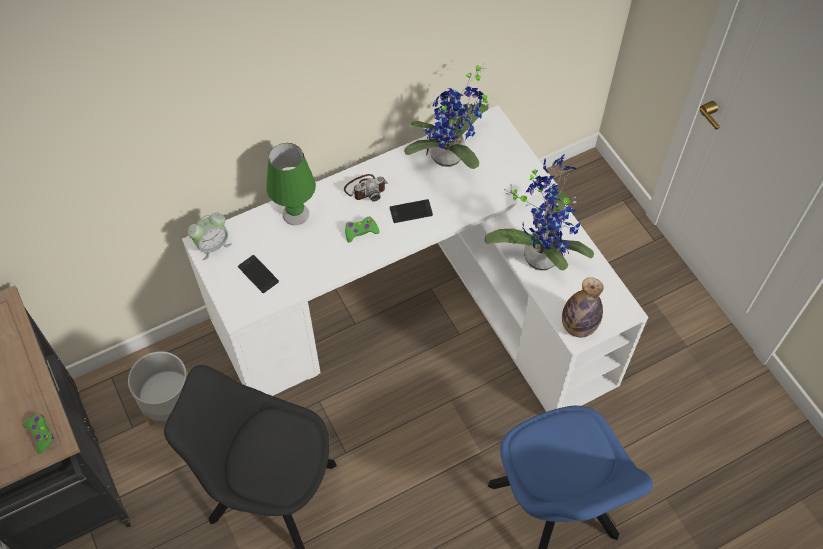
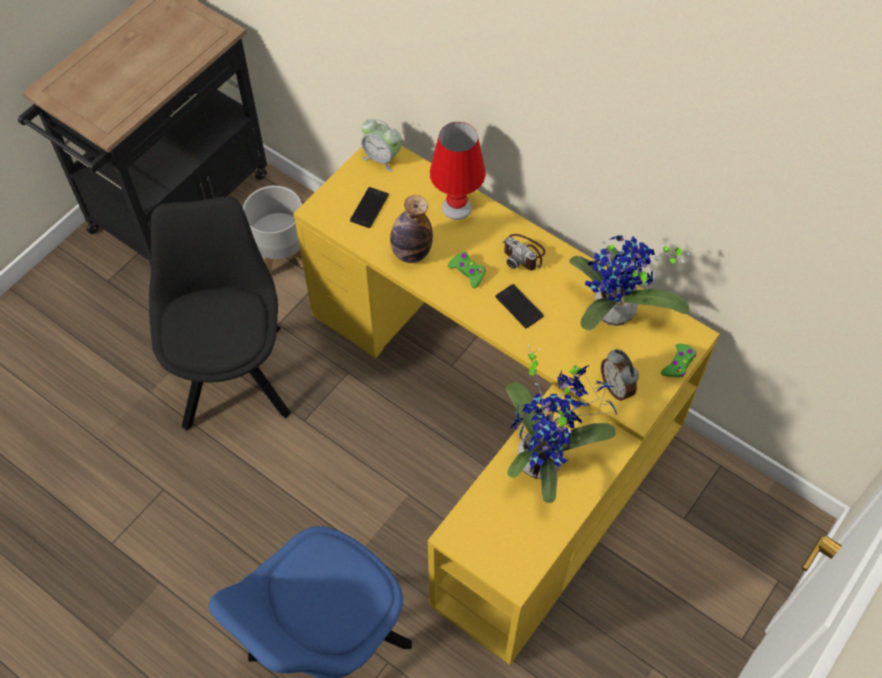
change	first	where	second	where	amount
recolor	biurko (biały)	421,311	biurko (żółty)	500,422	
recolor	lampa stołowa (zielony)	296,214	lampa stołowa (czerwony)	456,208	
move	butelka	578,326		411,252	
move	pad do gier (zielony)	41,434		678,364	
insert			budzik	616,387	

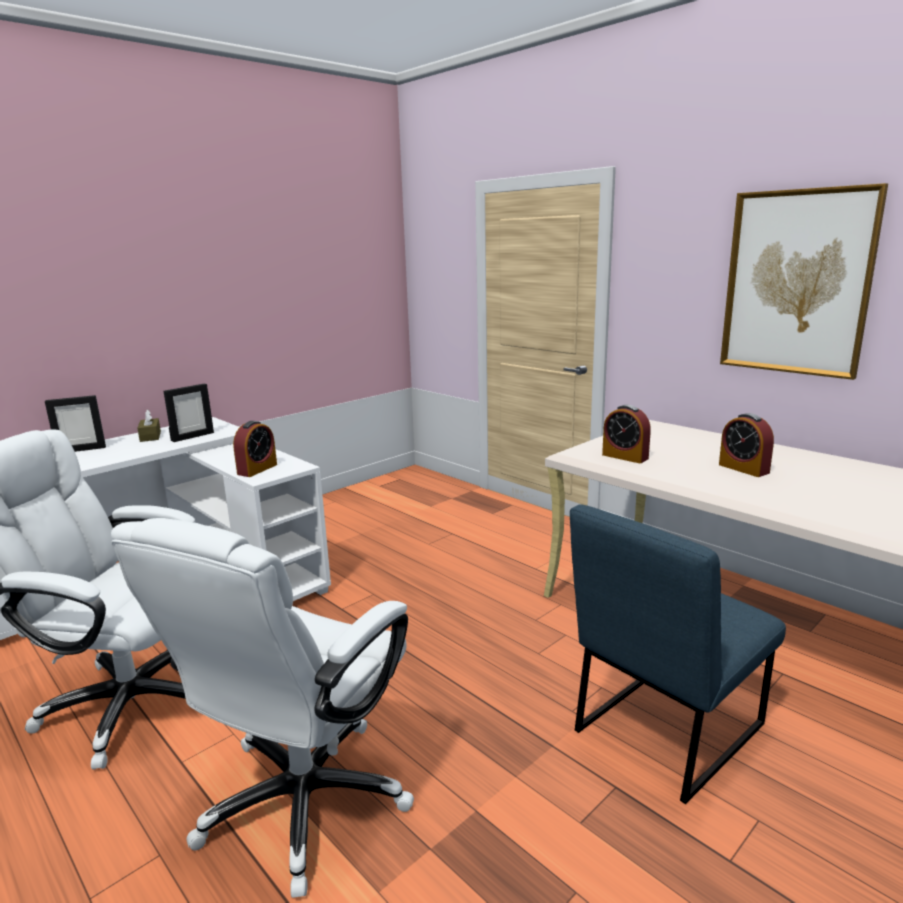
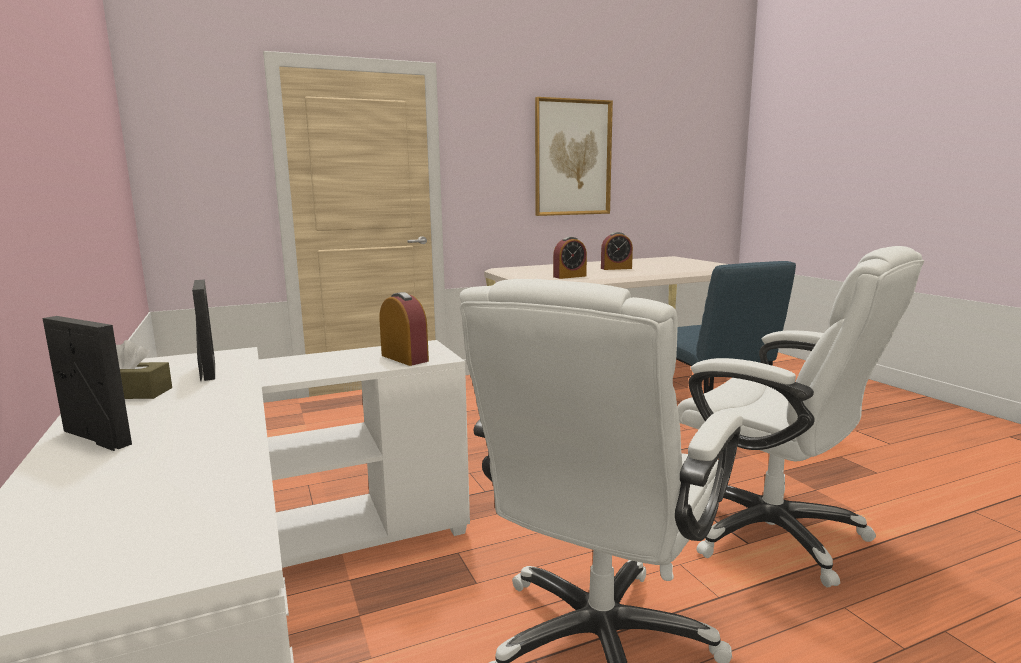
change	first	where	second	where	amount
rotate	ramka na zdjęcie	81,449		94,438	60 degrees counterclockwise

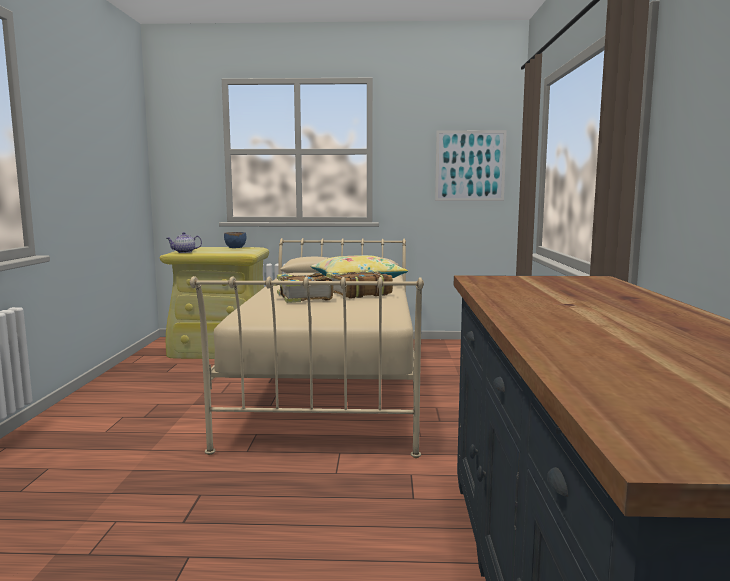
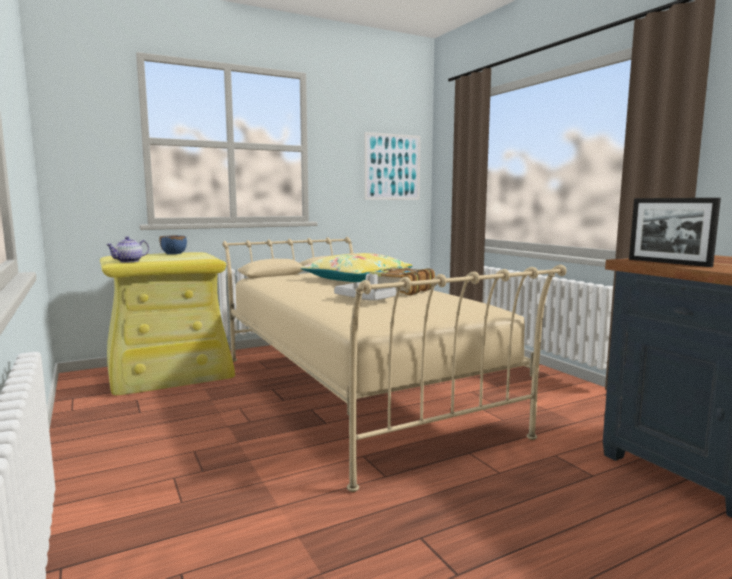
change	first	where	second	where	amount
replace	książka	303,298	taca (szary)	367,299	
insert			ramka na zdjęcie	668,263	

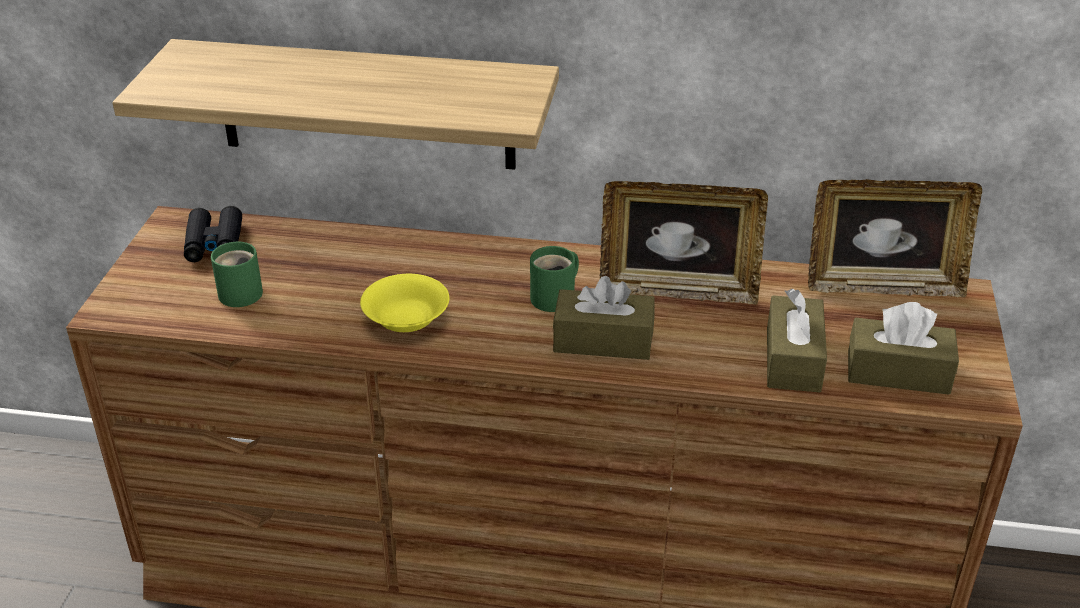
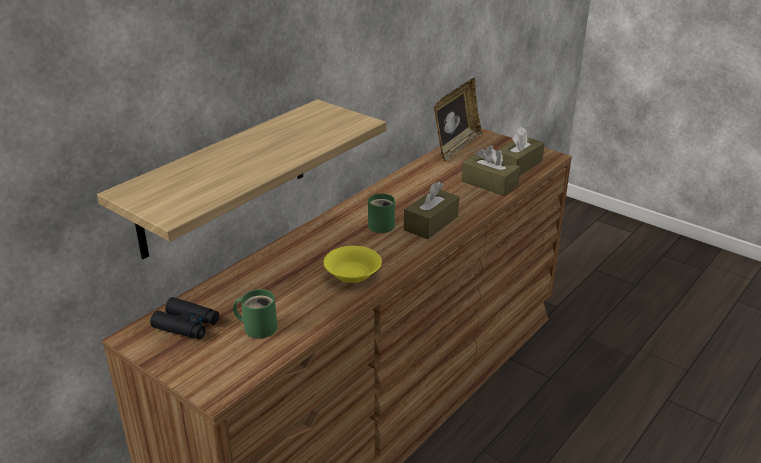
change	first	where	second	where	amount
delete	ramka na zdjęcie	678,290			

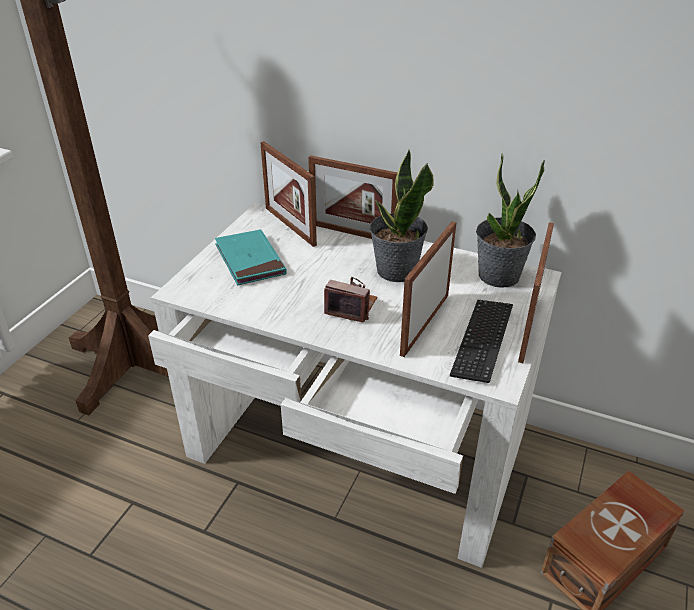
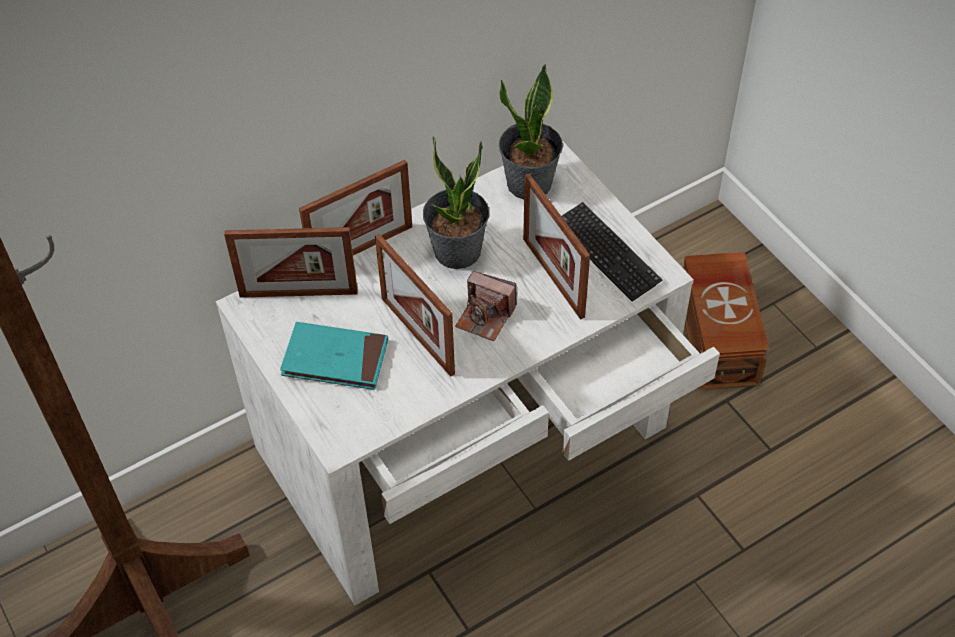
change	first	where	second	where	amount
move	ramka na zdjęcie	528,327		417,335	
rotate	aparat fotograficzny	351,307		485,317	120 degrees counterclockwise

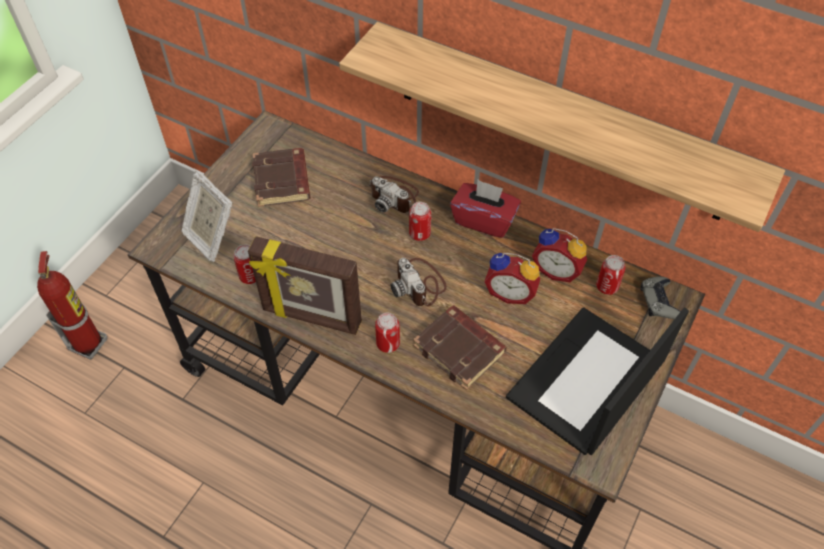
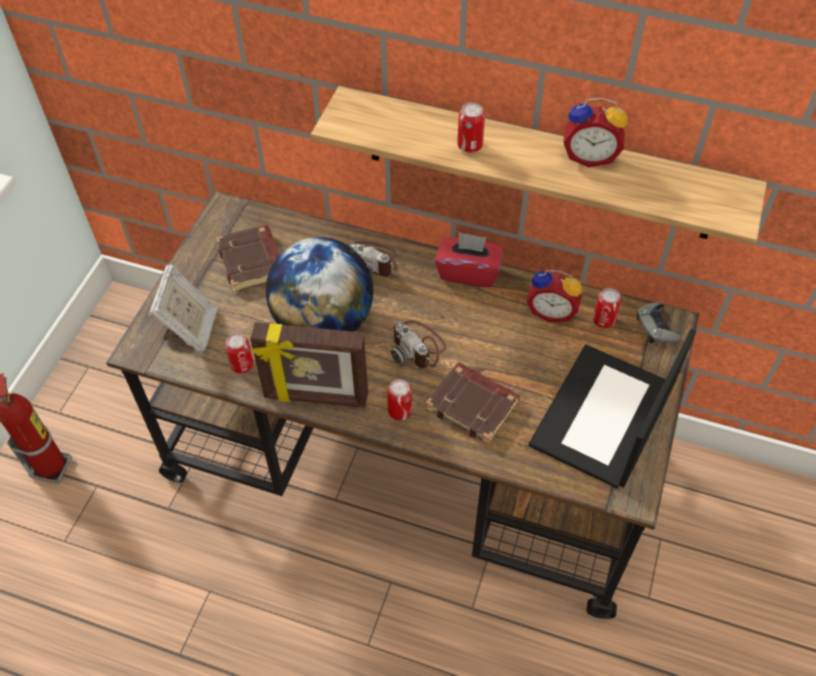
change	first	where	second	where	amount
rotate	ramka na zdjęcie	211,237		191,331	120 degrees counterclockwise
move	puszka	419,233		470,145	
move	budzik	510,292		589,156	
insert			globus	323,323	

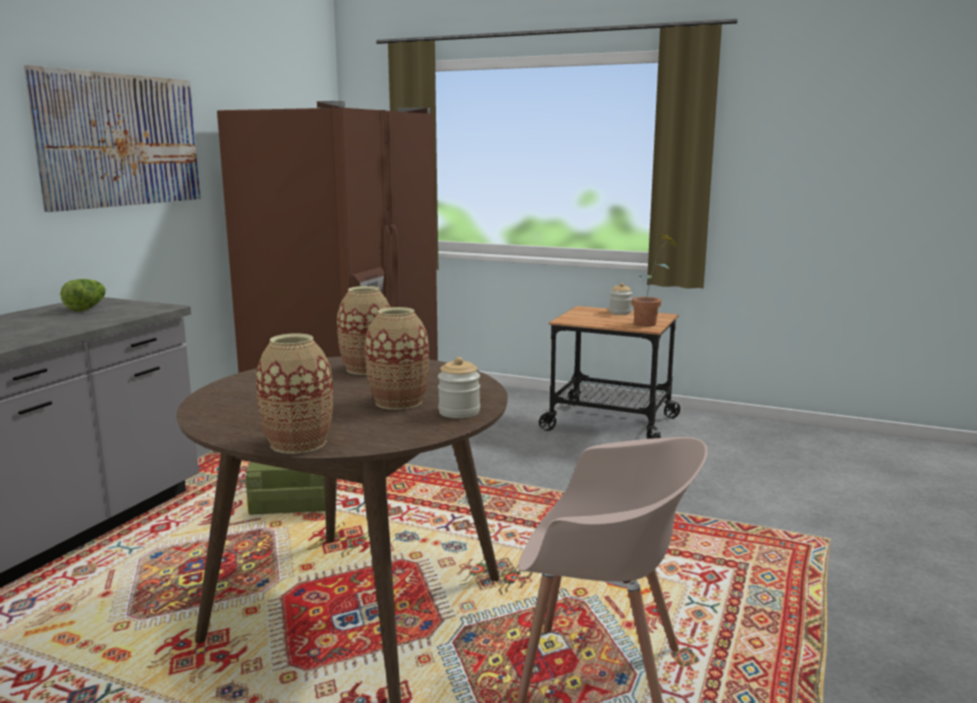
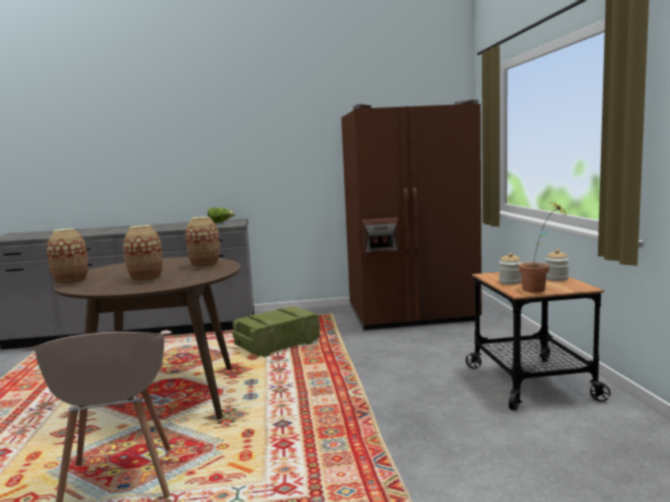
change	first	where	second	where	amount
delete	obraz	120,140			
move	słoik	459,412		510,282	

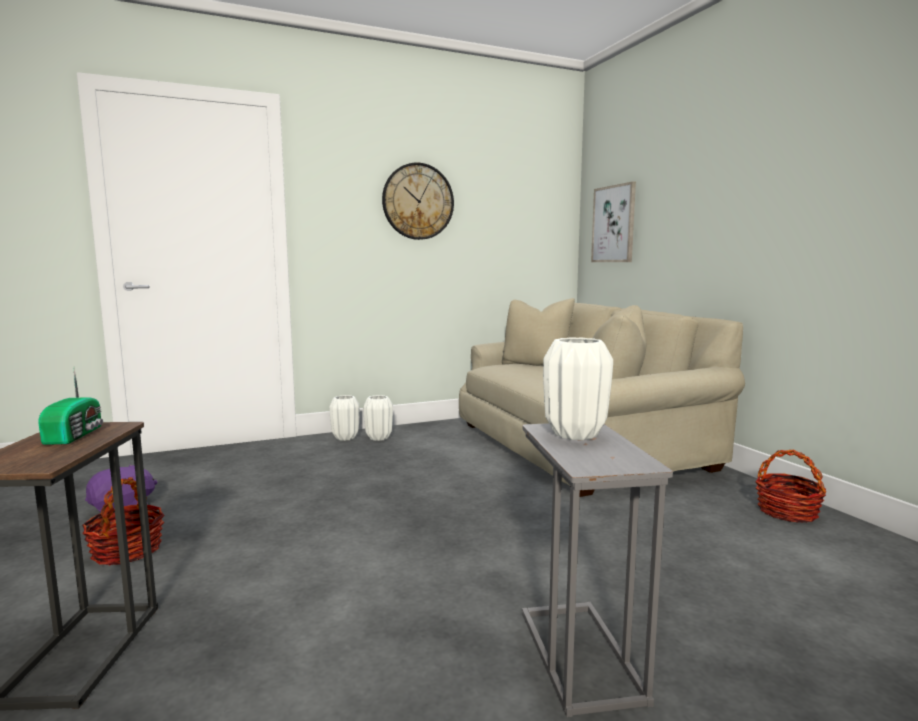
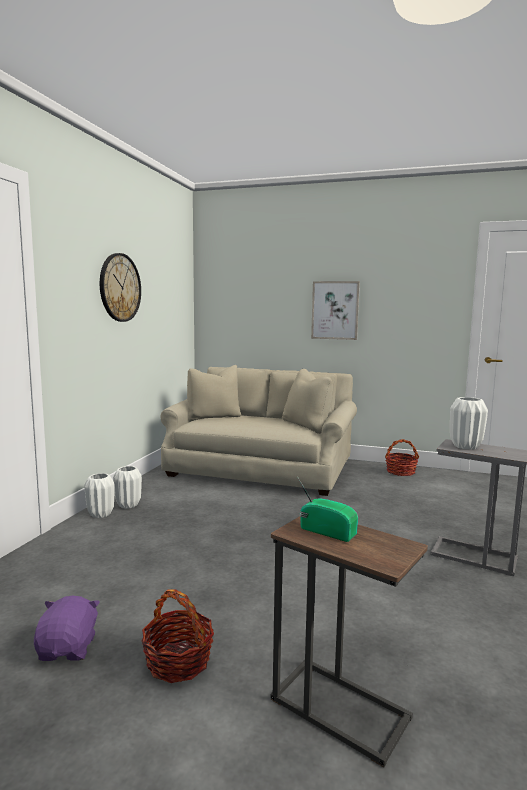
change	first	where	second	where	amount
move	obraz	614,224		335,310	

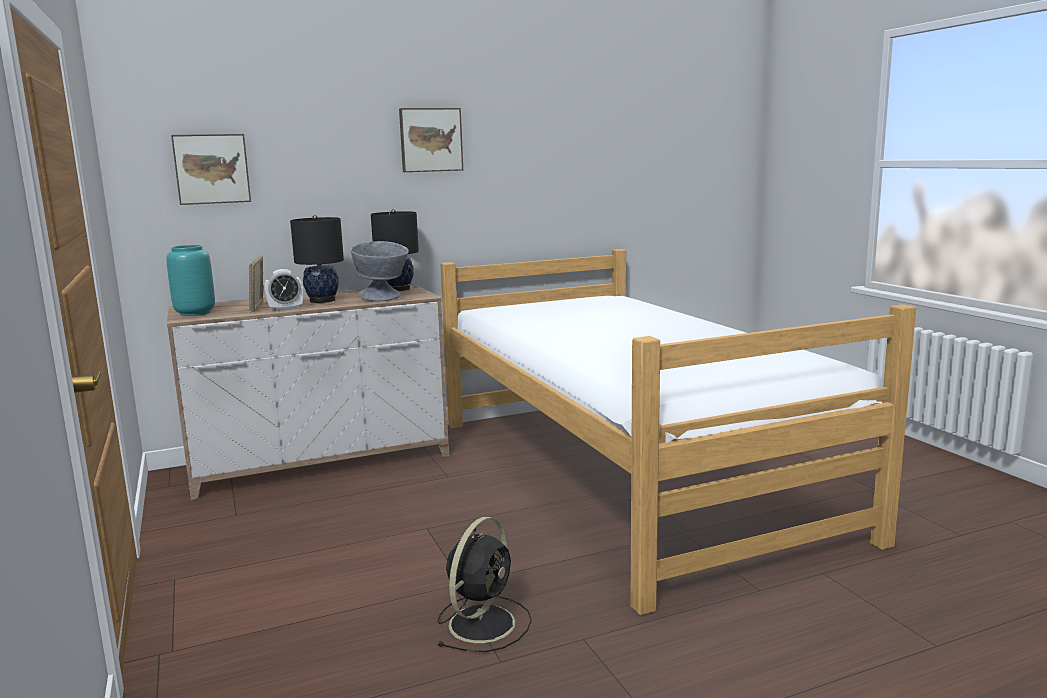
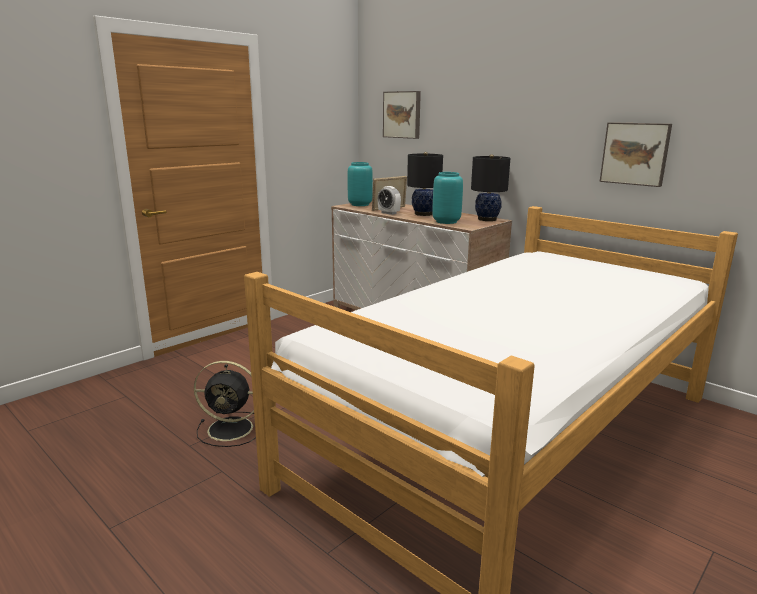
change	first	where	second	where	amount
move	obraz	430,140		635,153	
replace	miska (szary)	382,299	wazon (turkusowy)	445,222	

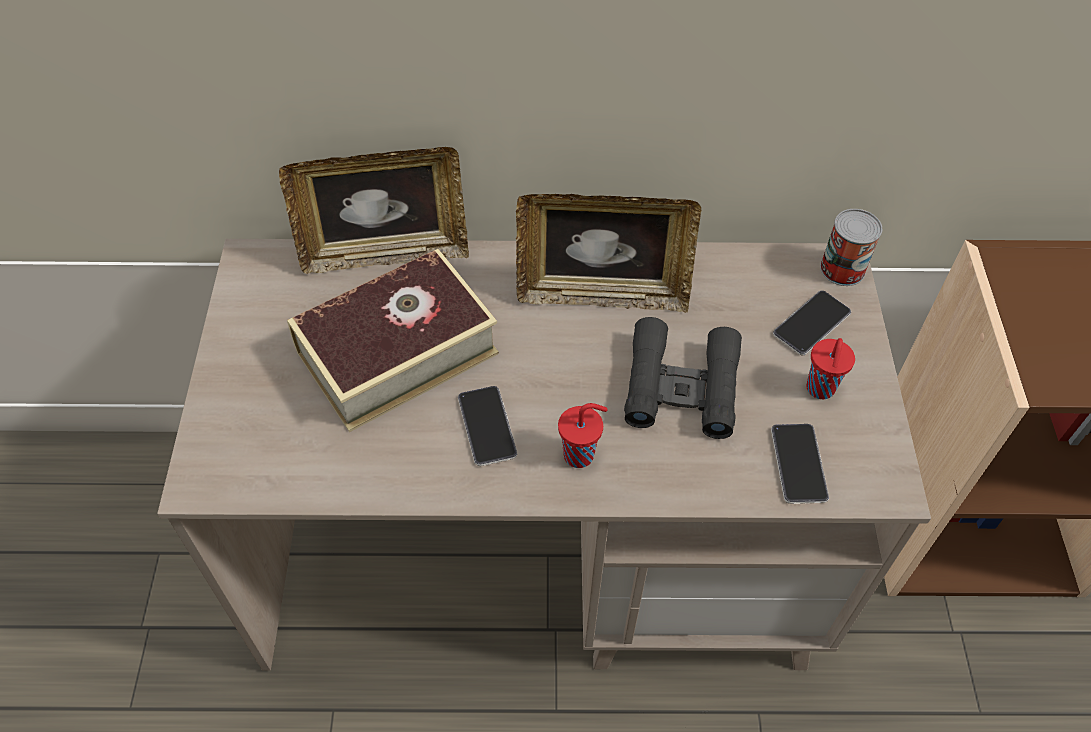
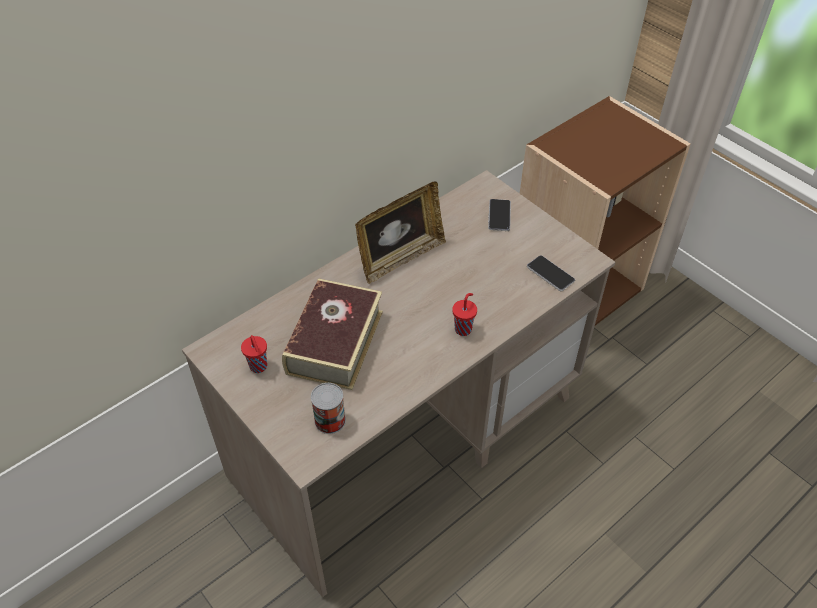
change	first	where	second	where	amount
delete	ramka na zdjęcie	385,253			
move	puszka	842,269		330,420	
delete	lornetka (czarny)	681,387			
move	filiżanka (czerwony)	820,390		259,367	
delete	telefon	487,426			

